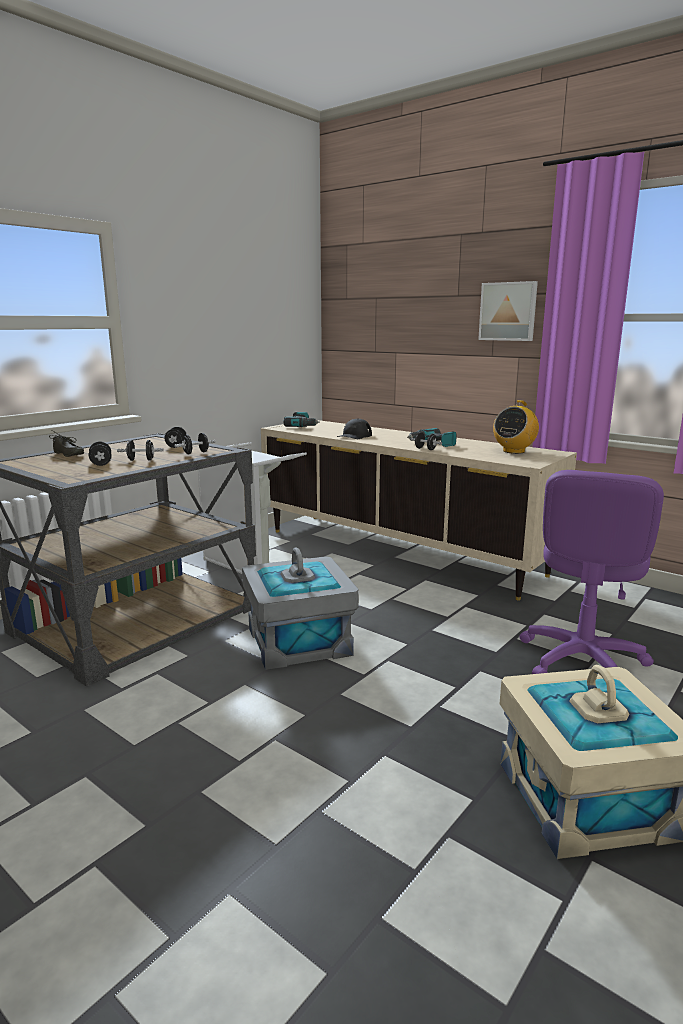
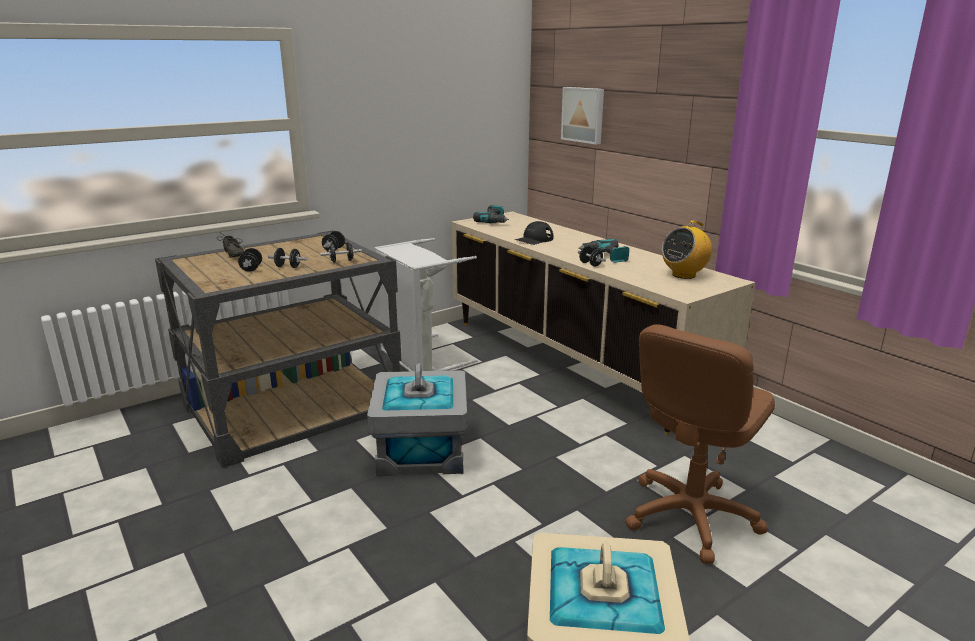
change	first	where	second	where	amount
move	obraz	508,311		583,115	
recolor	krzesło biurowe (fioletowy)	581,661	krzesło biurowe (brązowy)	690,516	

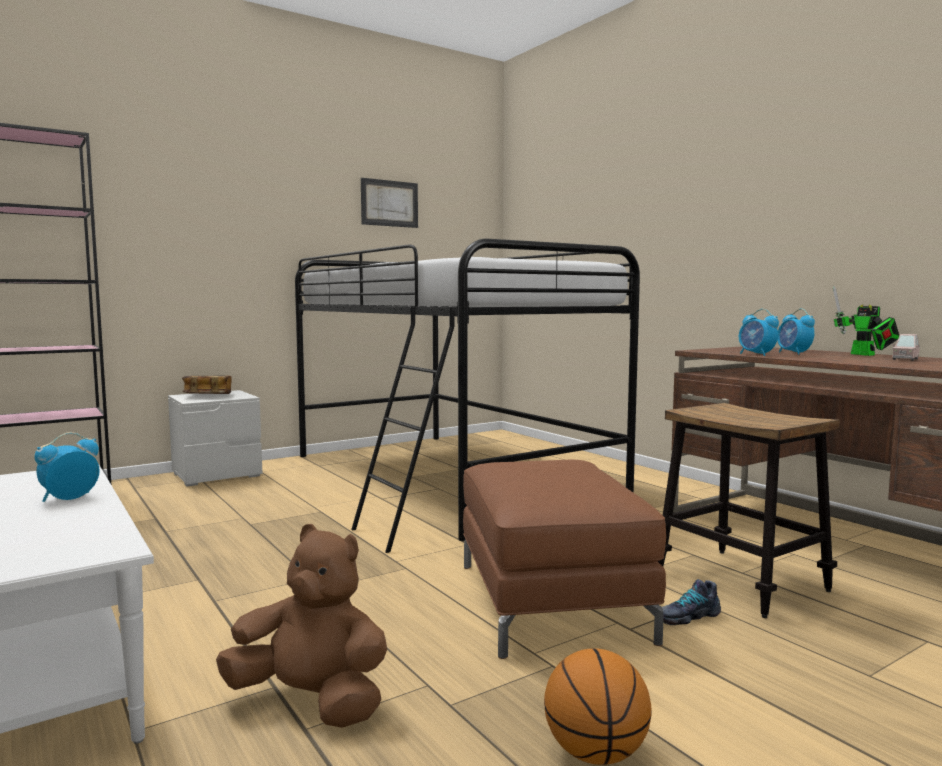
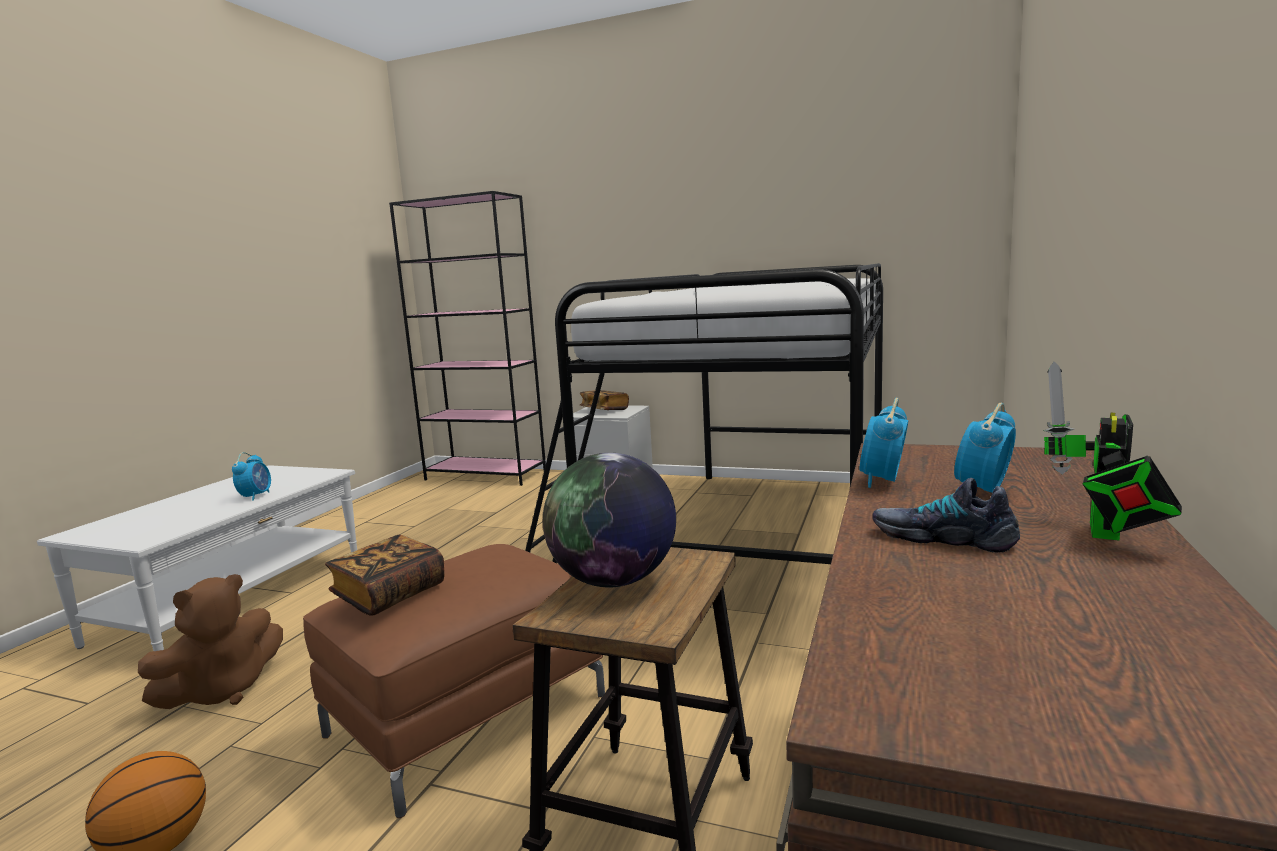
change	first	where	second	where	amount
delete	obraz	389,203			
delete	samochodzik (różowy)	905,359			
rotate	budzik	68,499		256,496	90 degrees clockwise
rotate	pluszak (brązowy)	311,701		222,691	60 degrees clockwise
move	but	687,616		942,538	
insert			globus	614,581	
insert			książka	389,594	

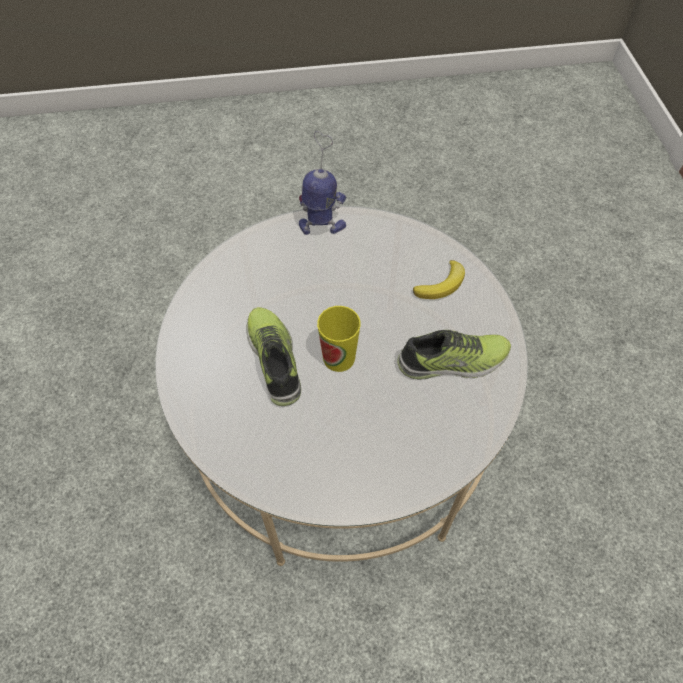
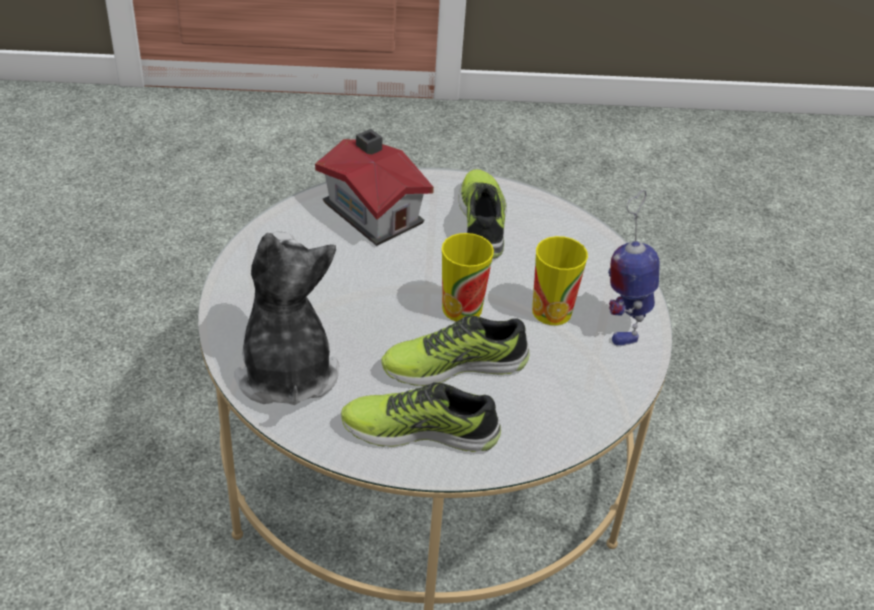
change	first	where	second	where	amount
move	robot zabawkowy	322,227		623,322	
replace	banan	442,284	domek	373,211	
insert			pluszak	286,371	
insert			filiżanka	551,311	
insert			but	421,429	

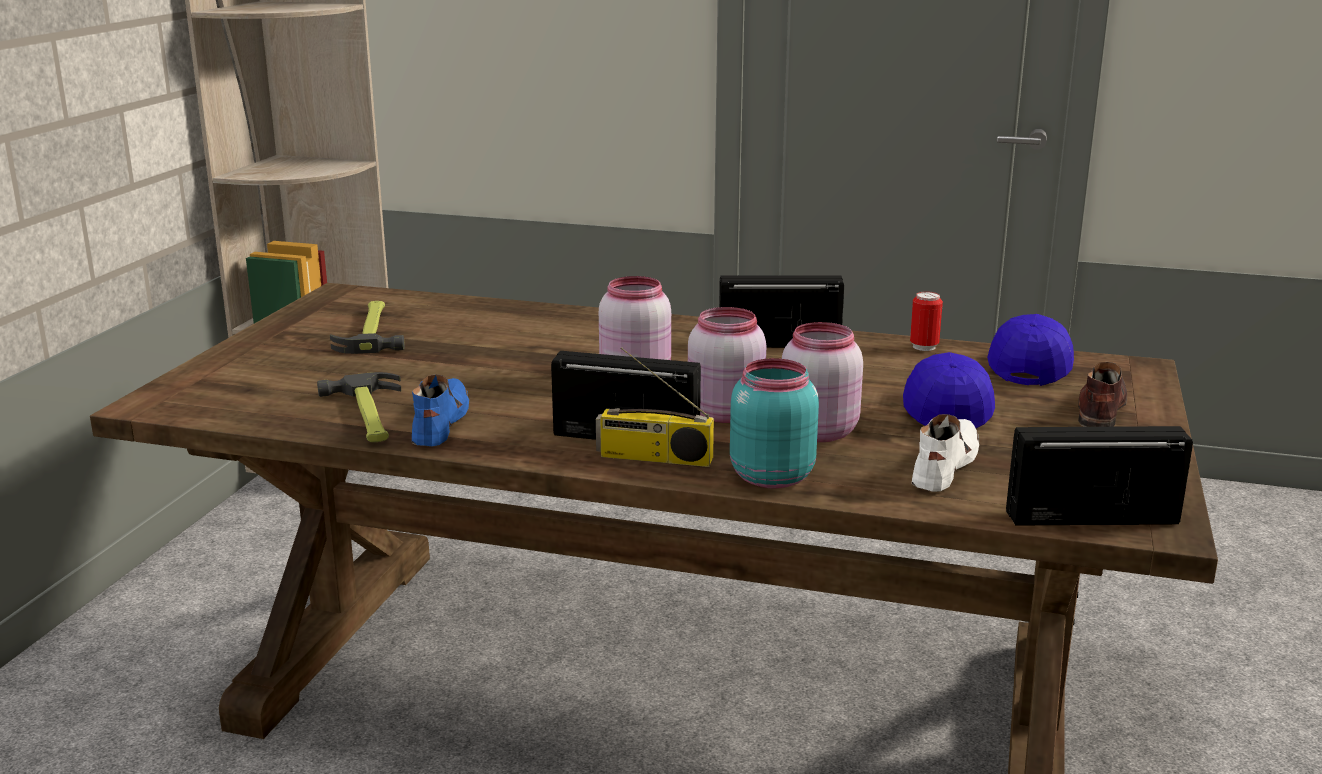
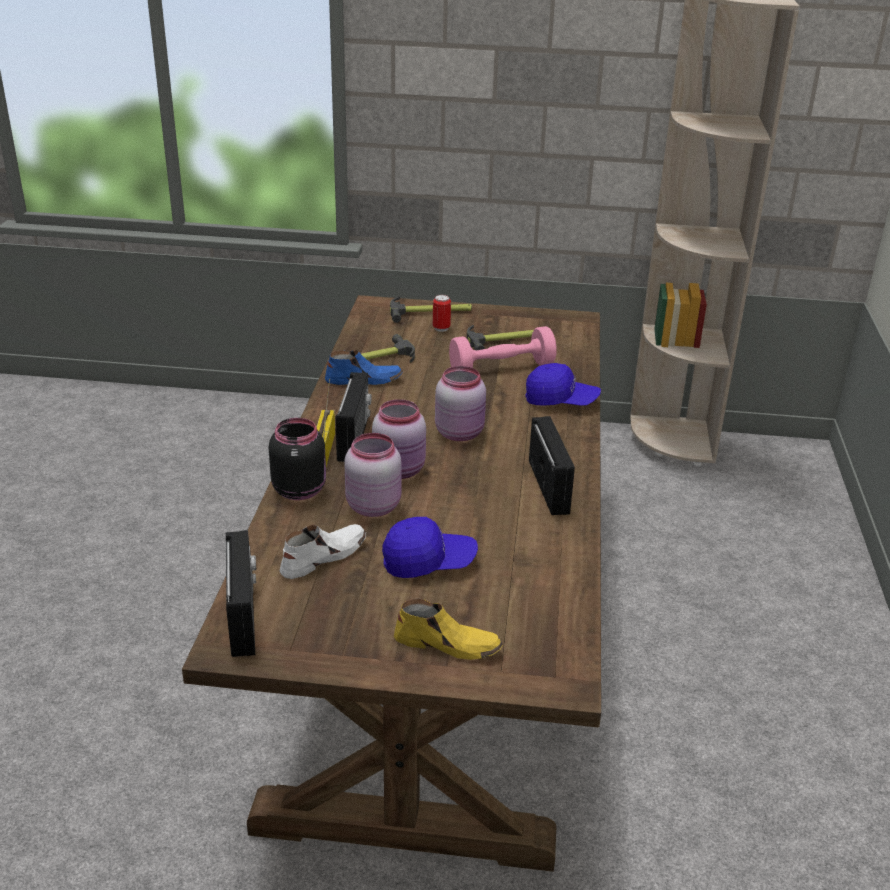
change	first	where	second	where	amount
move	puszka	924,347		441,328	
move	czapka z daszkiem (niebieski)	1030,367		561,400	
recolor	słoik (turkusowy)	769,476	słoik (czarny)	300,489	
recolor	but (brązowy)	1100,409	but (żółty)	448,644	
rotate	but (biały)	943,466		322,557	60 degrees counterclockwise
insert			młotek	431,312	
insert			hantel (różowy)	501,369	

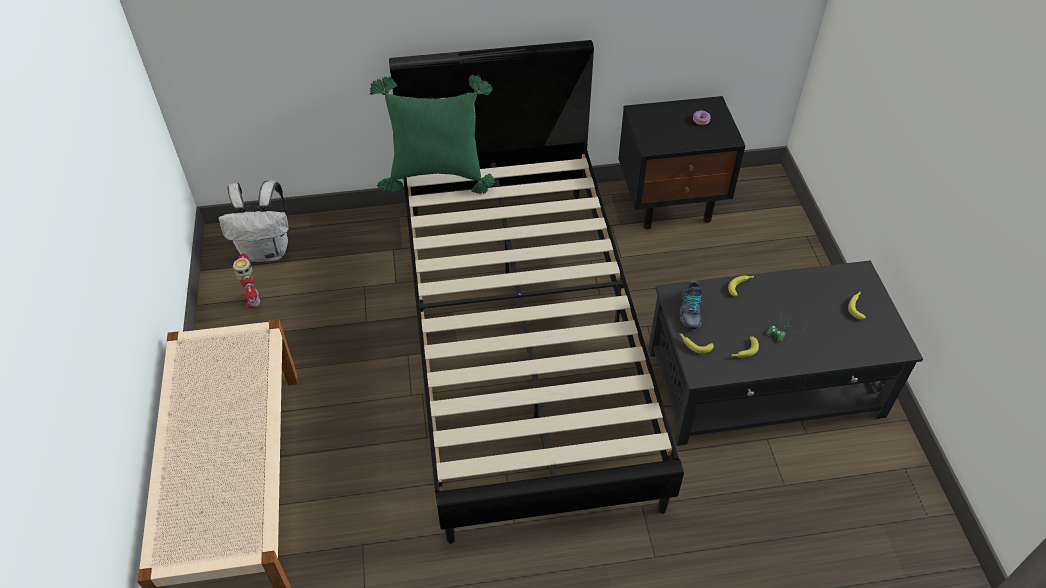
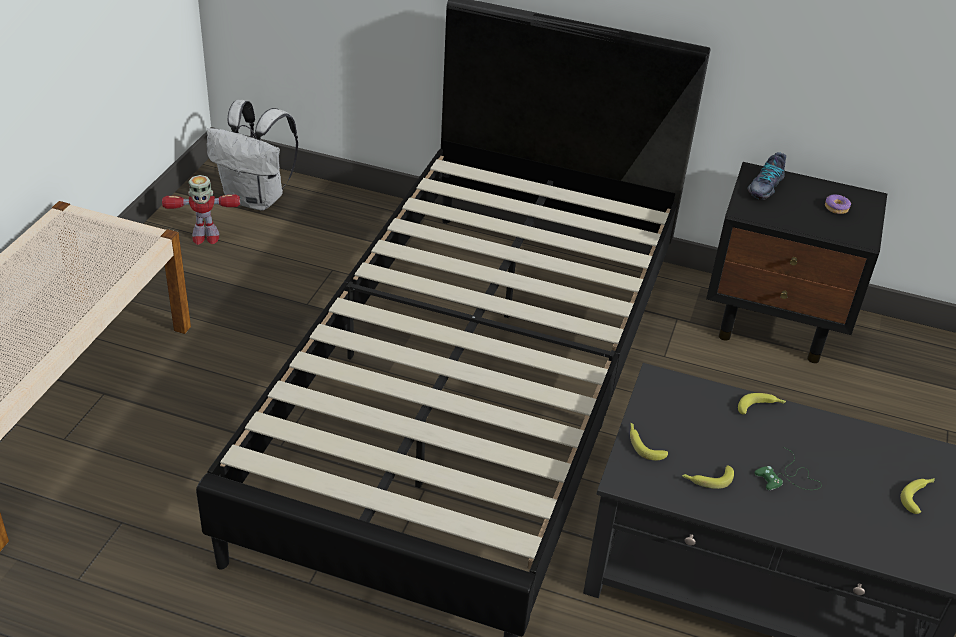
change	first	where	second	where	amount
delete	poduszka (zielony)	437,180			
rotate	robot zabawkowy	253,300		205,237	105 degrees counterclockwise
move	but	689,311		764,186	

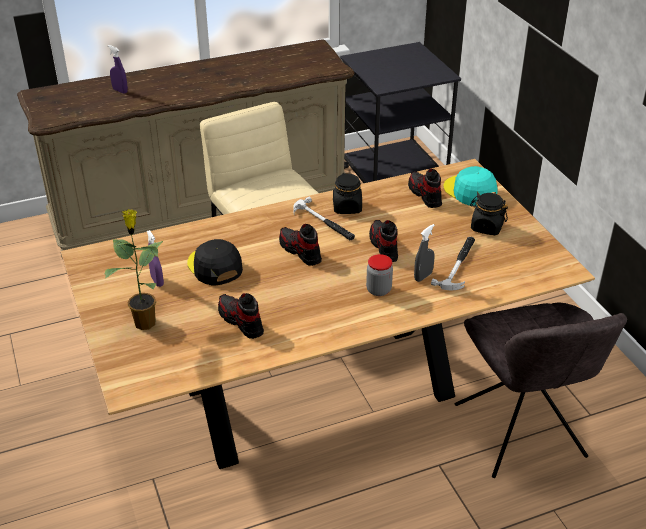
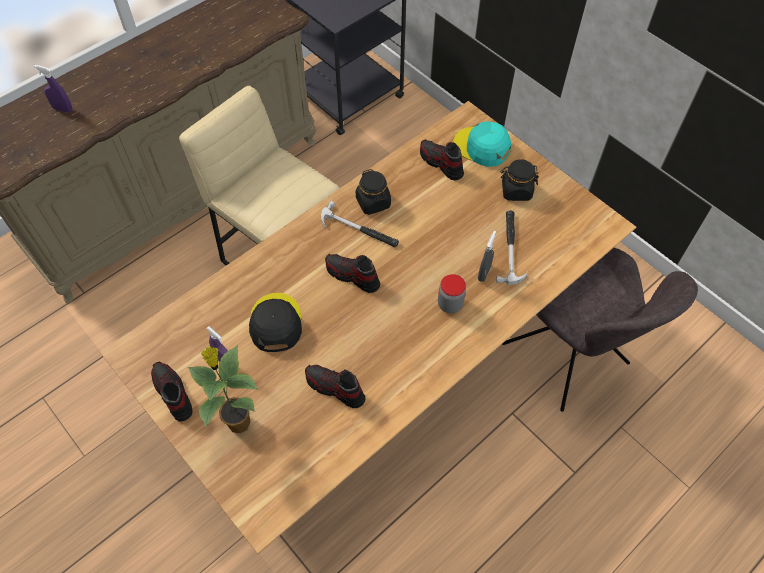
change	first	where	second	where	amount
move	but	383,246		173,394	
rotate	czapka z daszkiem (czarny)	214,266		275,323	45 degrees clockwise

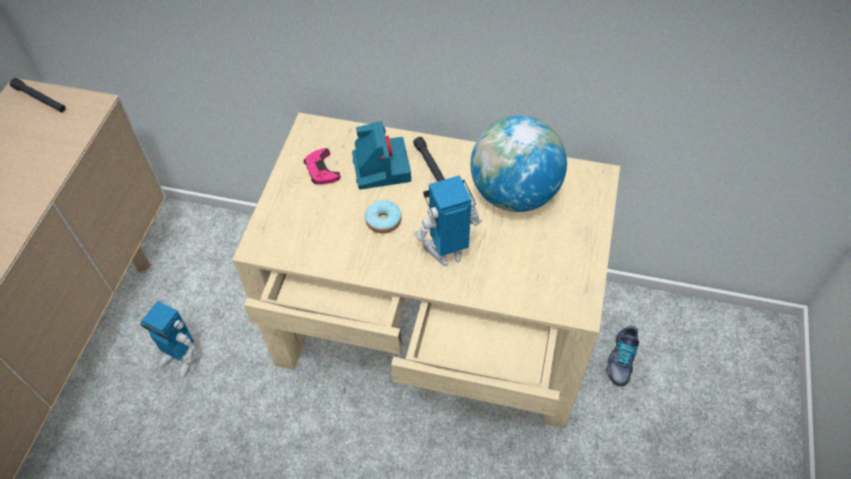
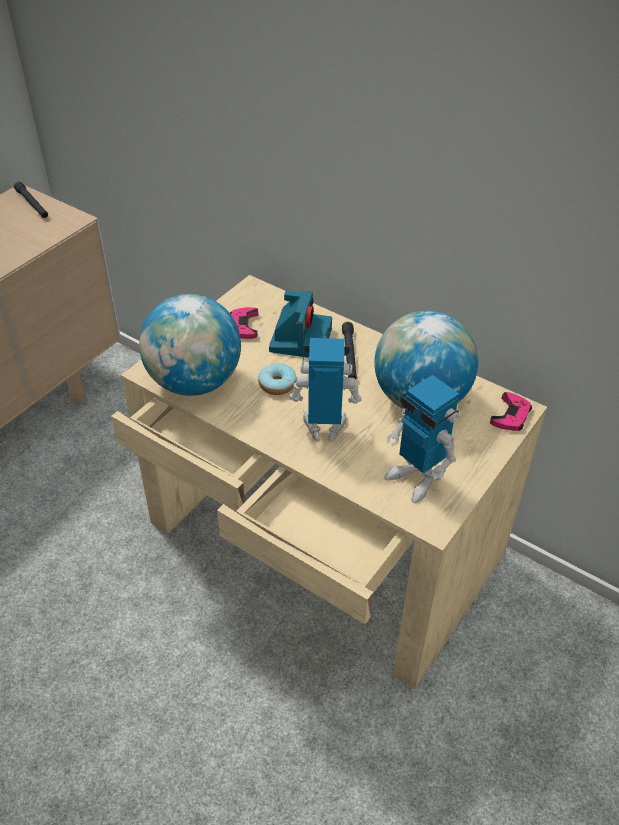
change	first	where	second	where	amount
move	robot zabawkowy	180,359		416,478	
delete	but	621,359			
insert			globus	195,382	
insert			pad do gier (różowy)	511,415	

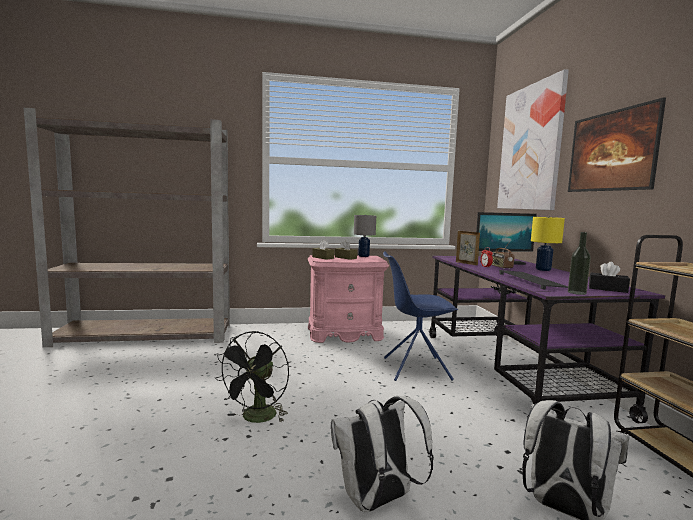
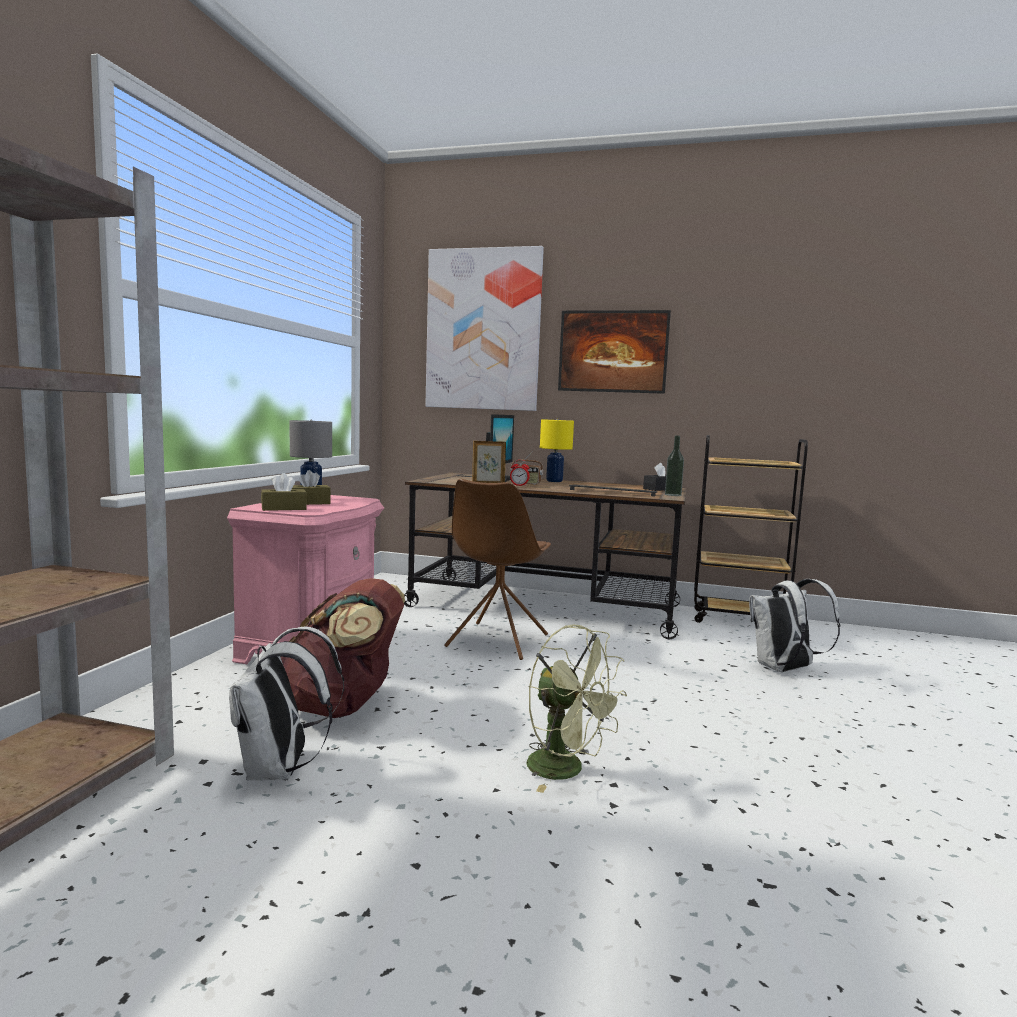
change	first	where	second	where	amount
recolor	krzesło (niebieski)	415,368	krzesło (brązowy)	496,641	
recolor	biurko (fioletowy)	511,370	biurko (brązowy)	544,606	
recolor	wentylator (czarny)	256,419	wentylator (zielony)	566,770	
move	plecak (biały)	377,501		280,770	
insert			plecak (brązowy)	342,707	

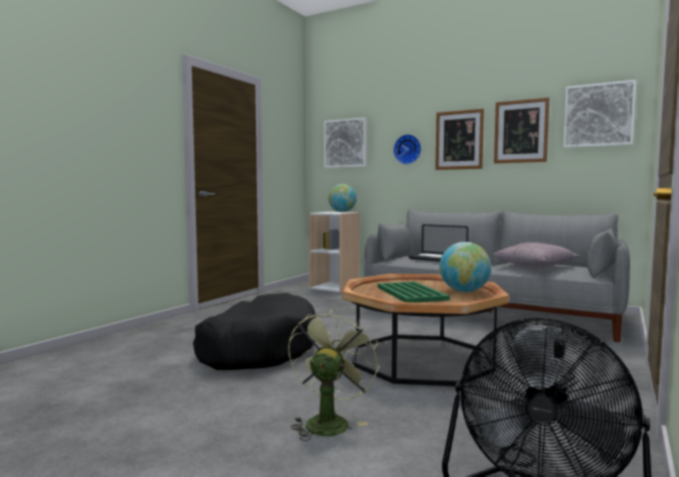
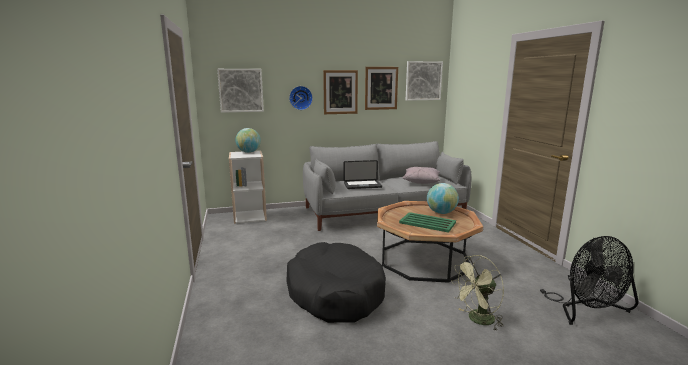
change	first	where	second	where	amount
rotate	wentylator (zielony)	328,421		477,320	90 degrees counterclockwise

